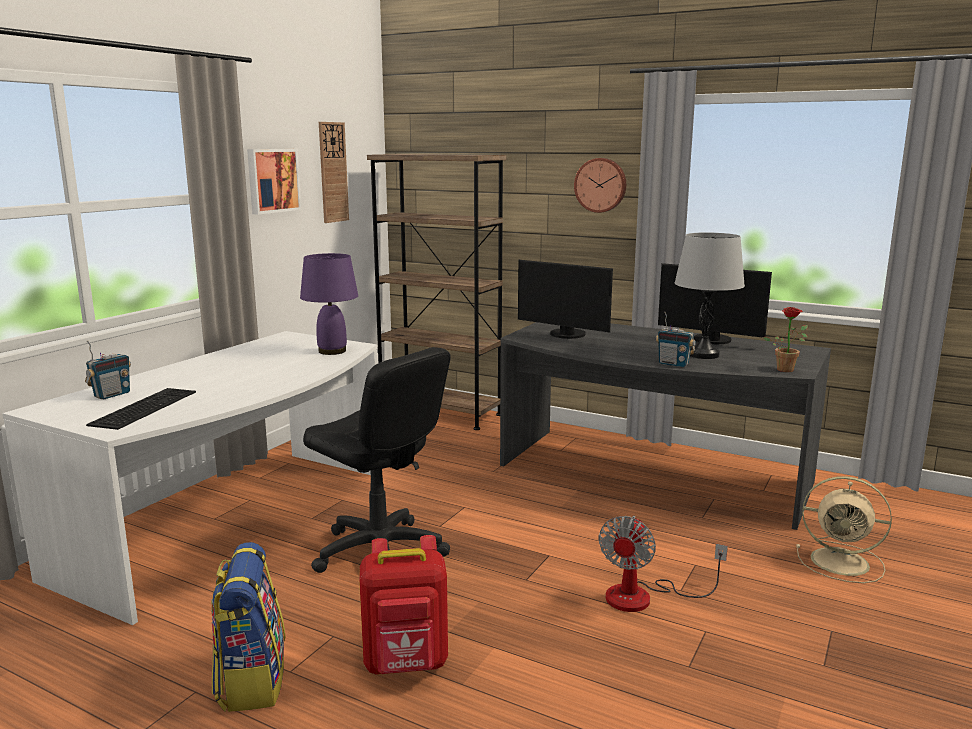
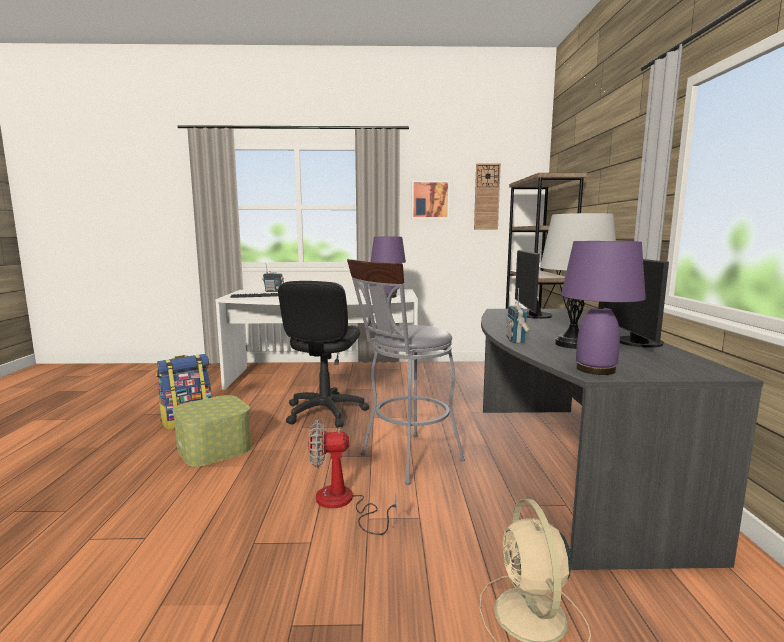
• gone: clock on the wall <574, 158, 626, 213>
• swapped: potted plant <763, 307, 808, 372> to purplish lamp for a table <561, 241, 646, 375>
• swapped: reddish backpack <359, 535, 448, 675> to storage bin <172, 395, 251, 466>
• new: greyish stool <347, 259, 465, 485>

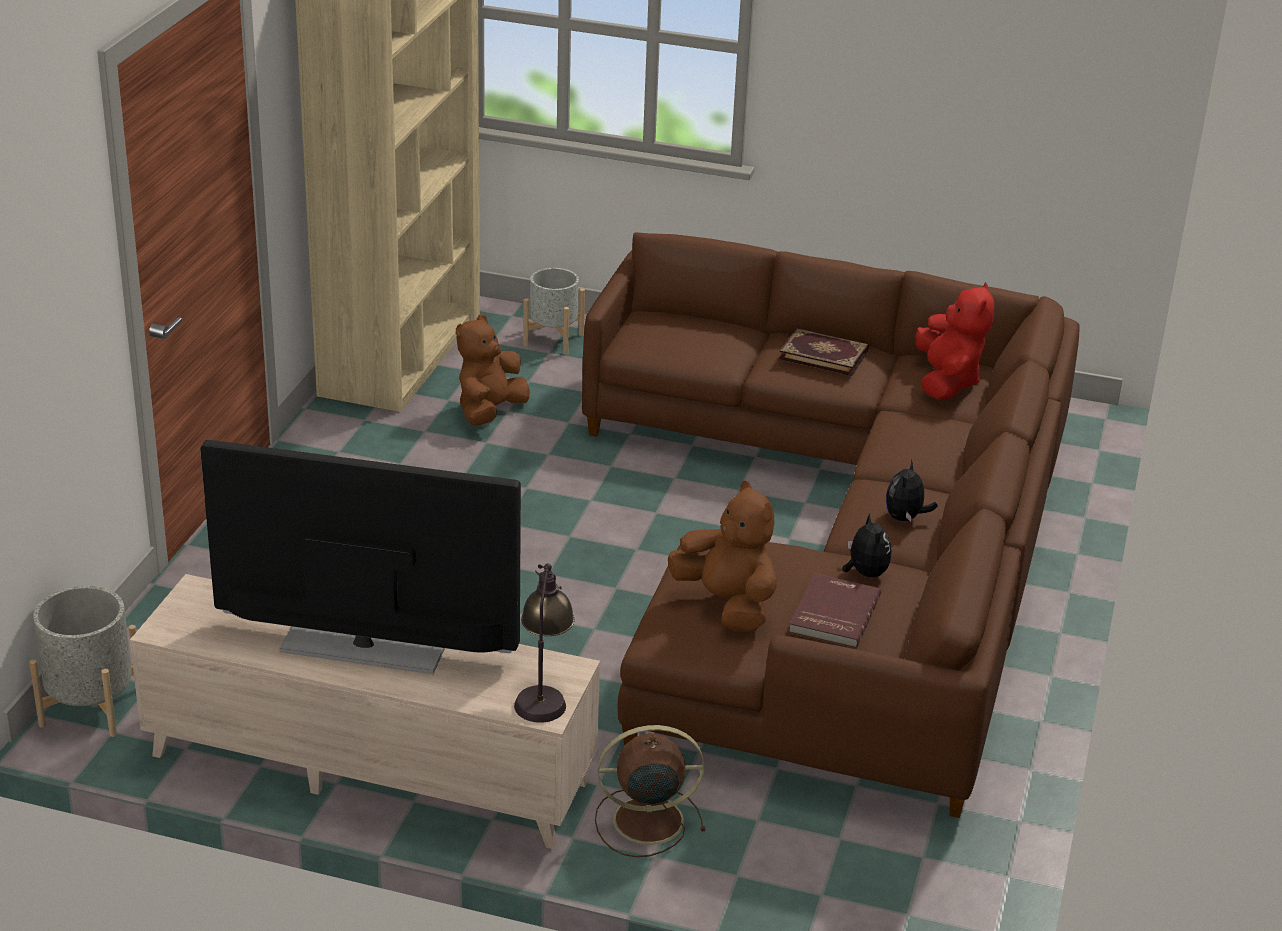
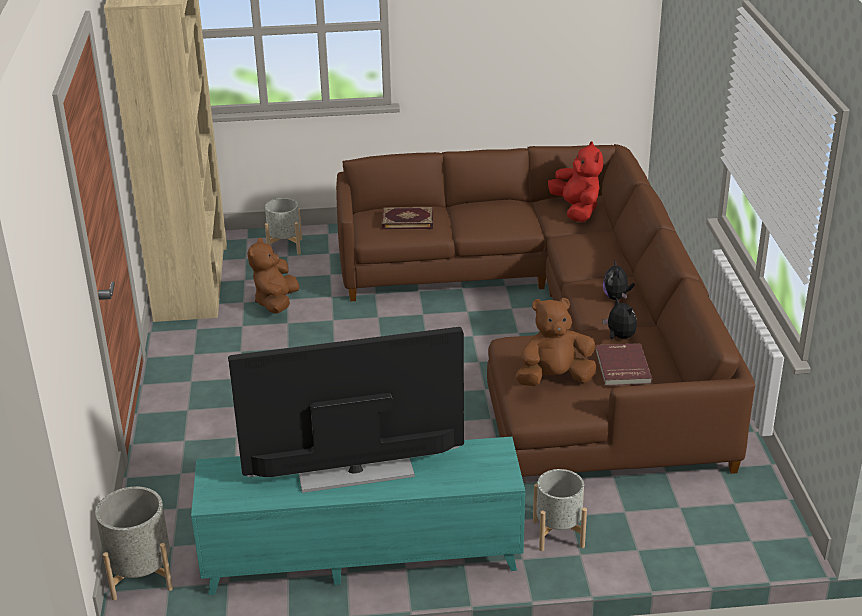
• shifted: book <779, 328, 869, 376> to <382, 207, 433, 230>
• rotated: brown-coloured soft toy <668, 481, 777, 631> = <515, 298, 597, 386> 45 degrees counterclockwise
• gone: lamp for a table <514, 563, 574, 723>
• repainted: beige-coloured media console <130, 574, 600, 849> to turquoise-coloured media console <191, 437, 525, 595>
• swapped: brown-coloured electric fan <595, 725, 705, 857> to greyish planter <533, 469, 587, 551>

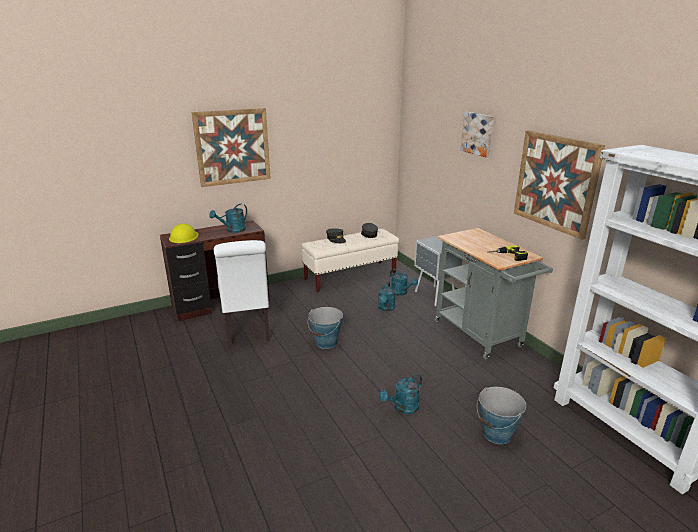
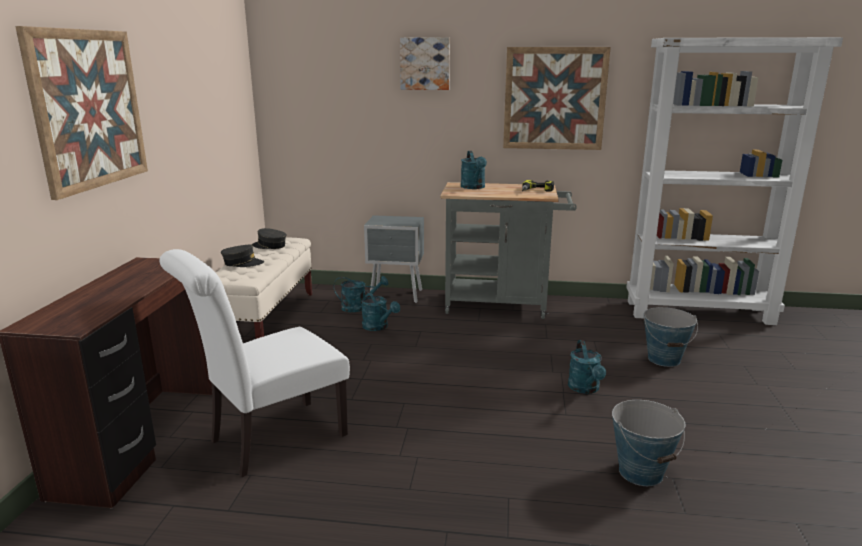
• shifted: turquoise-coloured watering pot <209, 204, 247, 233> to <461, 151, 487, 189>
• gone: yellow hard hat <169, 224, 198, 243>
• rotated: whitish plain chair <214, 240, 270, 346> = <160, 249, 350, 477> 120 degrees clockwise
• shifted: bucket <308, 307, 343, 349> to <612, 400, 686, 486>

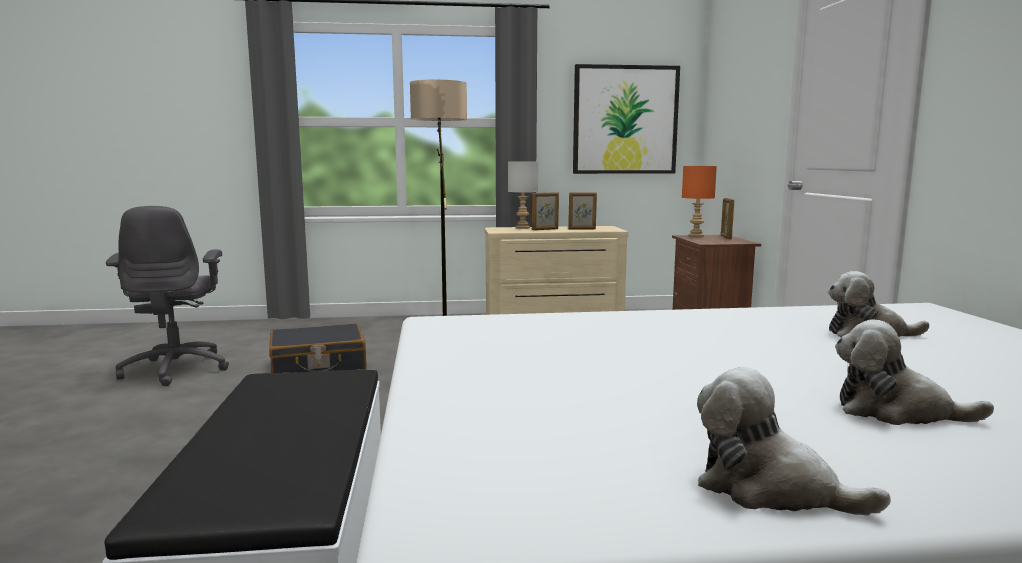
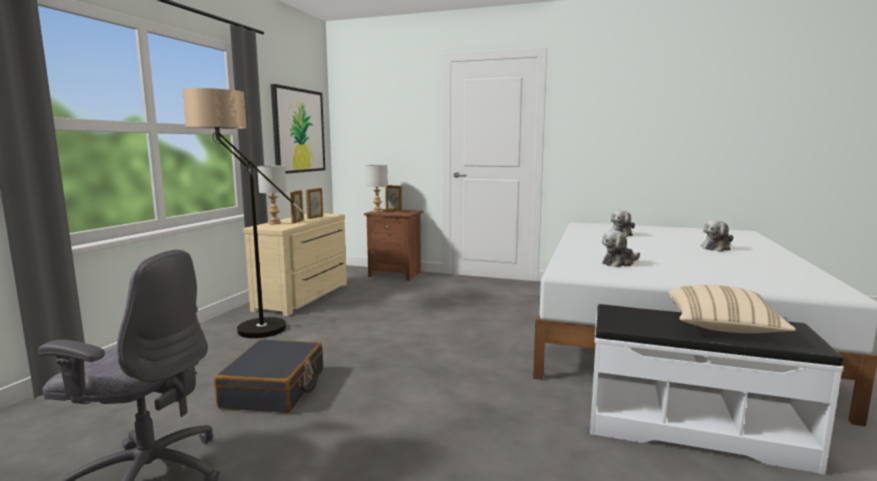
• repainted: orange-coloured lamp for a table <682, 166, 717, 237> to greyish lamp for a table <366, 165, 388, 213>
• shifted: soft toy <697, 367, 891, 515> to <602, 230, 640, 267>
• new: beige-coloured cushion <668, 285, 796, 333>

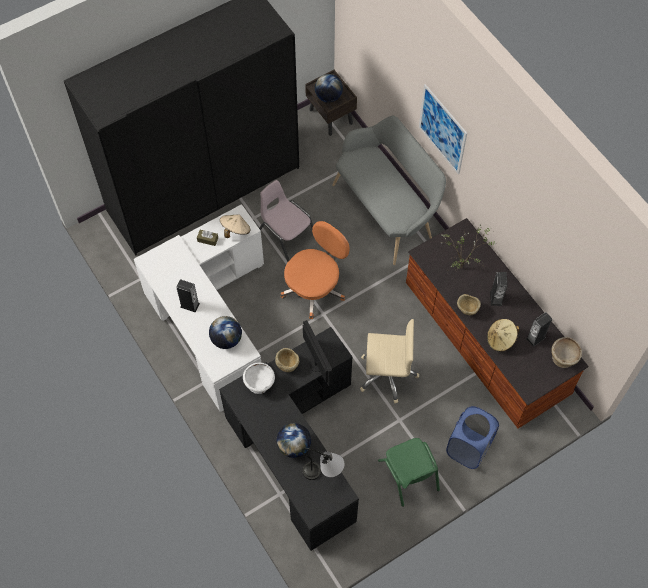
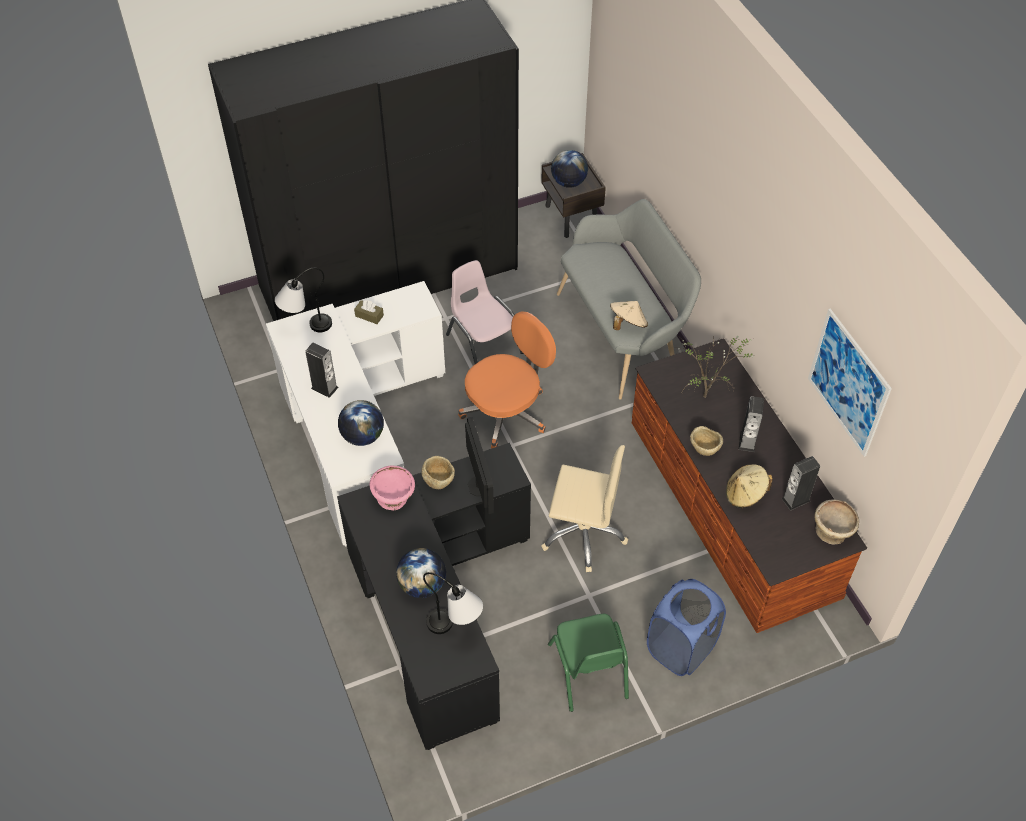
• shifted: picture <419, 84, 467, 174> to <808, 309, 892, 457>
• shifted: beige-coloured hat <220, 215, 250, 238> to <610, 301, 648, 330>
• repainted: whitish serving bowl <243, 362, 275, 394> to pinkish serving bowl <370, 465, 415, 511>
• new: lamp for a table <275, 268, 332, 332>

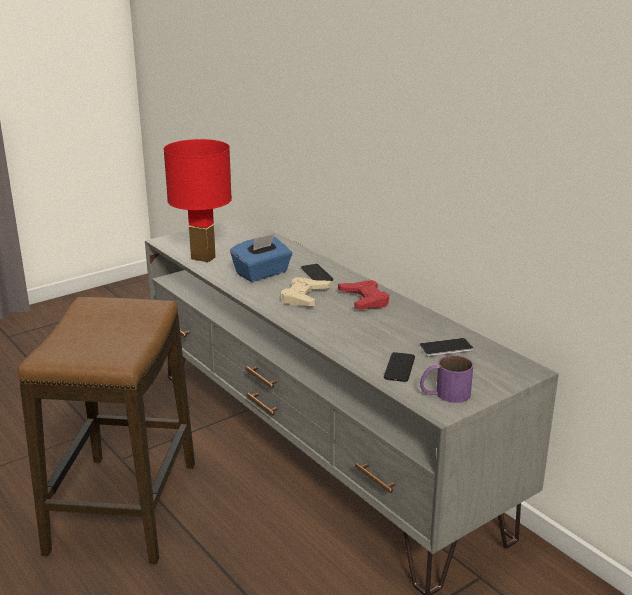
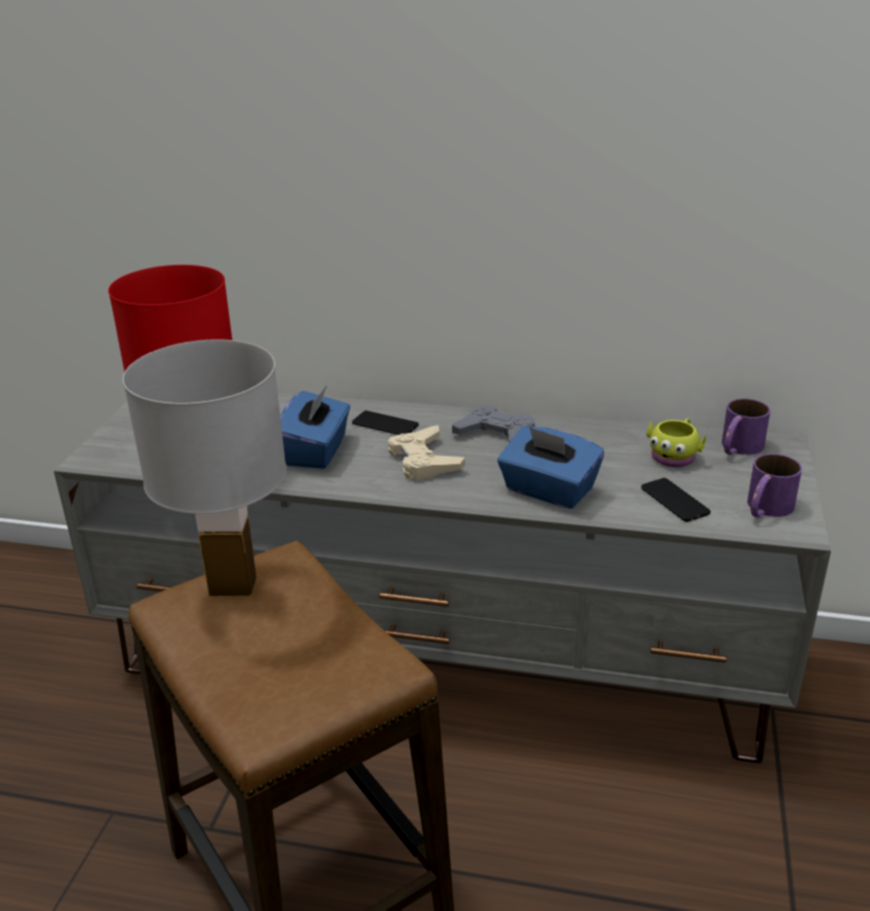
• repainted: reddish joypad <338, 280, 389, 309> to greyish joypad <452, 405, 535, 442>
• swapped: telephone <419, 338, 474, 357> to yellow mug <647, 418, 706, 467>
• new: whitish lamp for a table <123, 339, 287, 596>
• new: purplish mug <722, 399, 771, 455>
• new: blue-coloured tissue holder <497, 426, 604, 509>

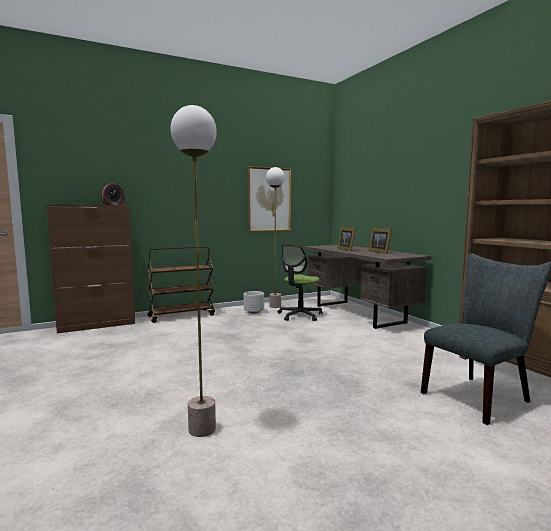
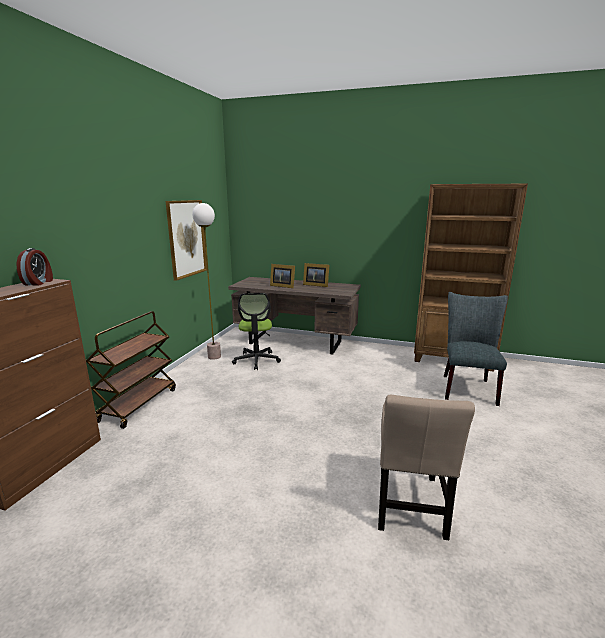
• swapped: standard lamp <171, 105, 217, 437> to beige-coloured plain chair <378, 394, 475, 540>
• gone: whitish planter <244, 291, 264, 314>

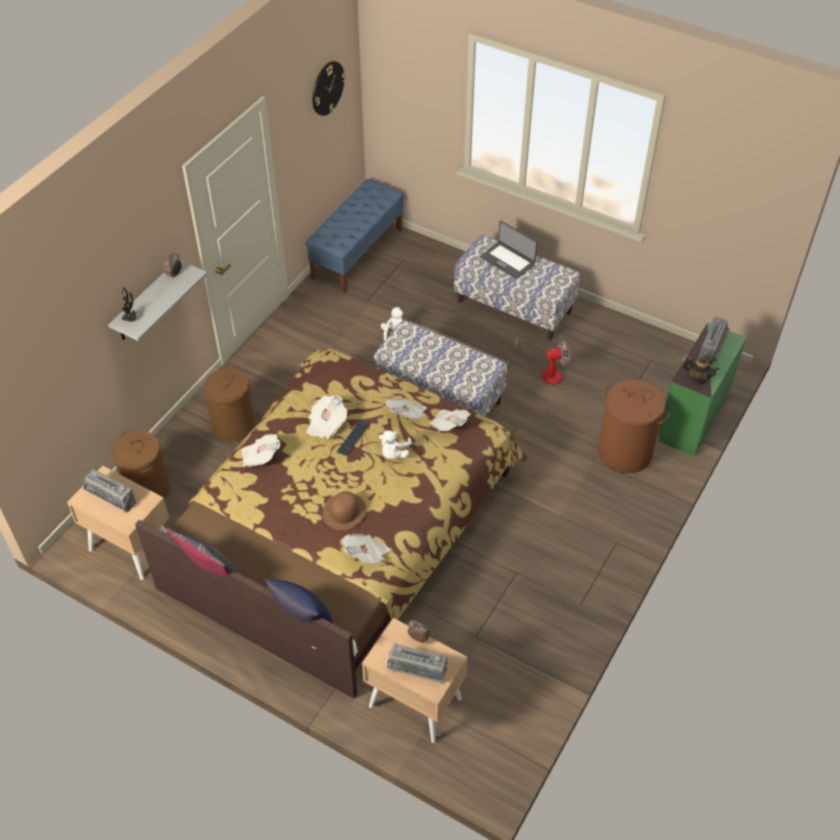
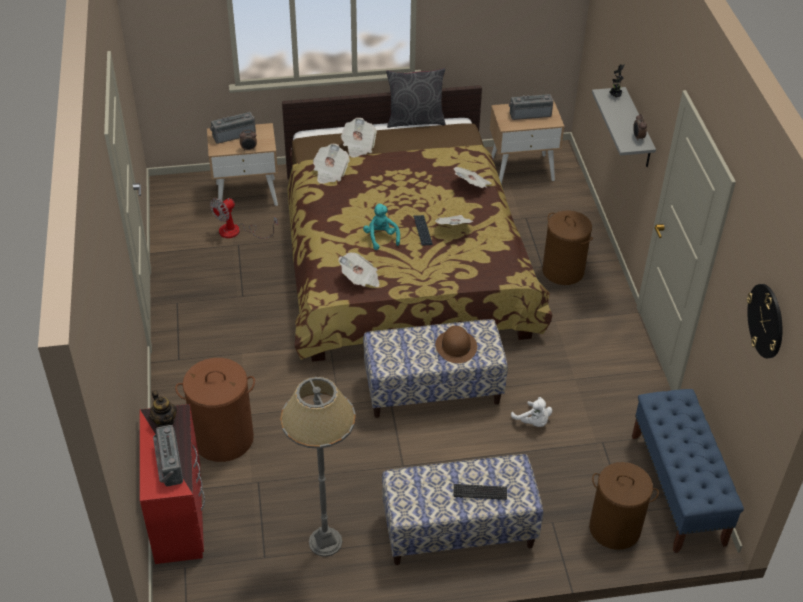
• swapped: notebook computer <480, 221, 538, 279> to computer keyboard <453, 484, 507, 500>
• repainted: green-coloured dresser <658, 323, 746, 457> to reddish dresser <140, 404, 205, 564>
• shifted: electric fan <516, 338, 570, 385> to <210, 198, 278, 239>
• rotated: tea pot <683, 356, 719, 385> = <149, 391, 177, 427> 105 degrees counterclockwise
• shifted: daily paper <386, 398, 427, 419> to <341, 118, 377, 158>
• repainted: whitish soft toy <379, 430, 412, 459> to turquoise-coloured soft toy <363, 203, 400, 250>
• shifted: brown-coloured hamper <112, 431, 170, 499> to <589, 462, 659, 550>
• shifted: brown-coloured hat <323, 491, 366, 530> to <435, 326, 477, 363>
• gone: blue-coloured cushion <265, 579, 333, 623>
• new: greyish standard lamp <280, 377, 356, 557>

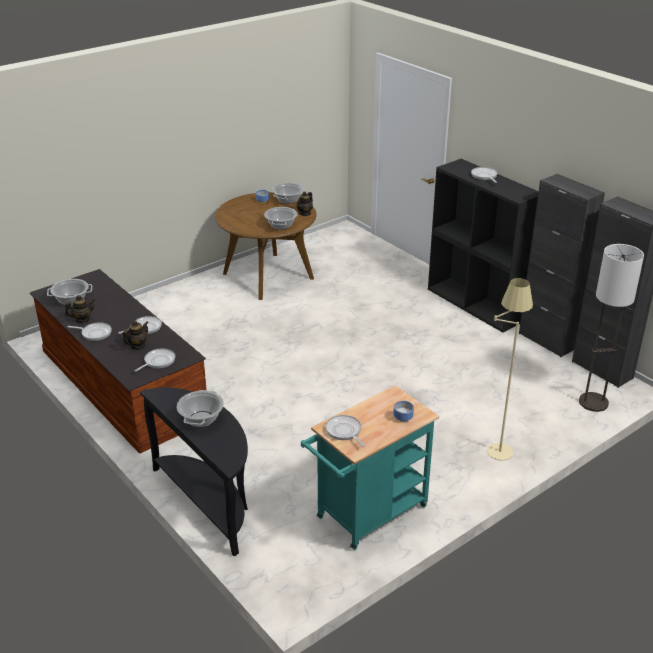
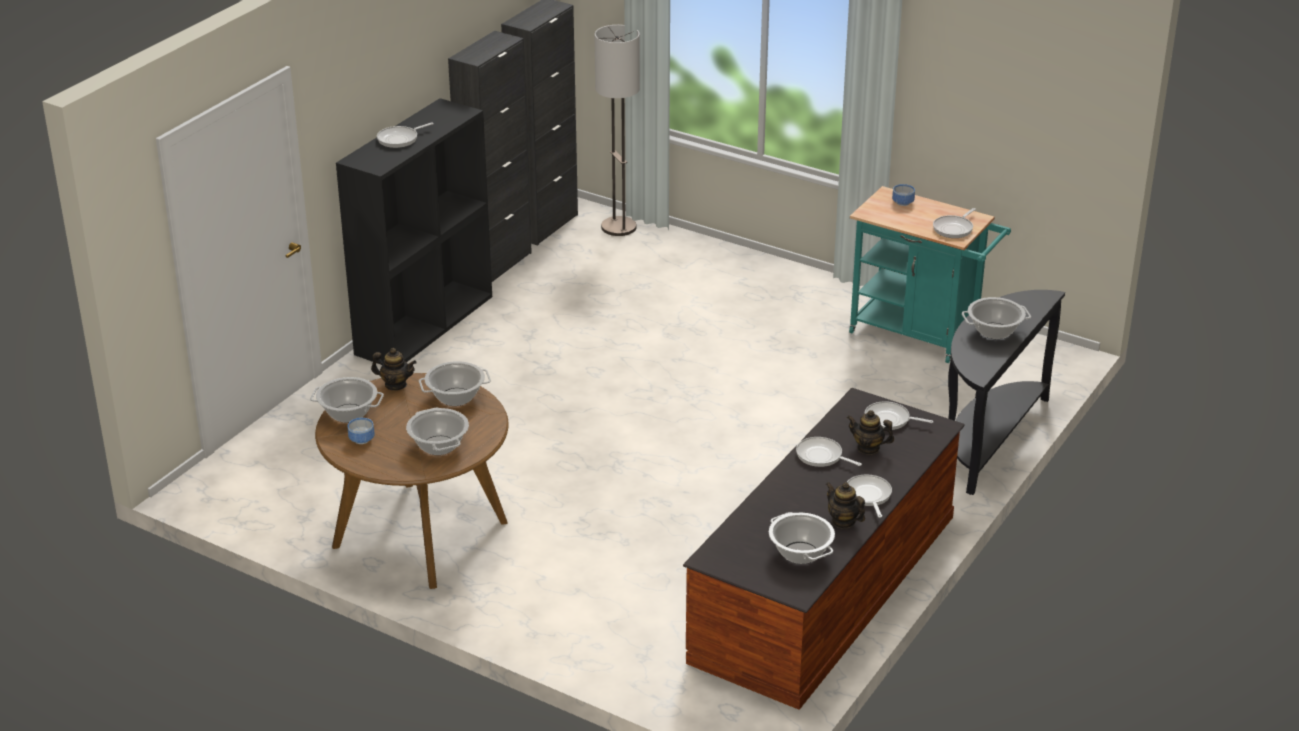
• gone: beige-coloured standard lamp <487, 278, 533, 461>
• new: saucepot <406, 408, 469, 455>

